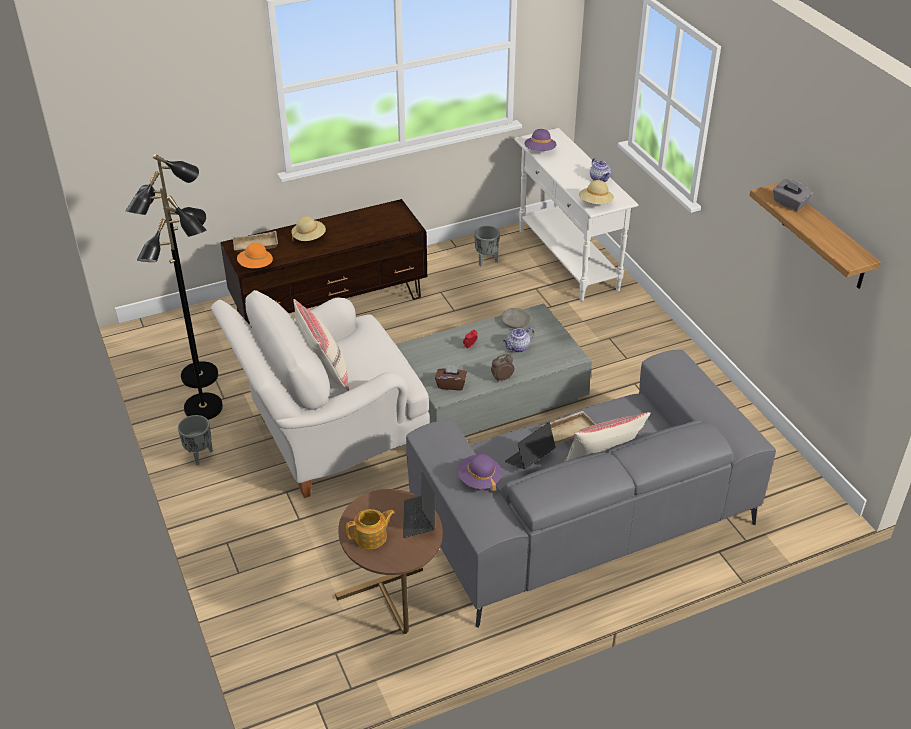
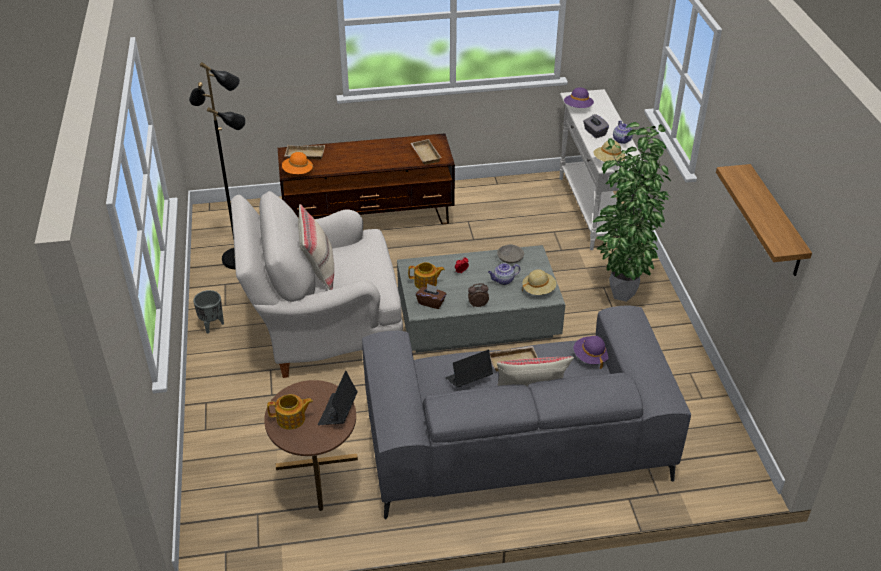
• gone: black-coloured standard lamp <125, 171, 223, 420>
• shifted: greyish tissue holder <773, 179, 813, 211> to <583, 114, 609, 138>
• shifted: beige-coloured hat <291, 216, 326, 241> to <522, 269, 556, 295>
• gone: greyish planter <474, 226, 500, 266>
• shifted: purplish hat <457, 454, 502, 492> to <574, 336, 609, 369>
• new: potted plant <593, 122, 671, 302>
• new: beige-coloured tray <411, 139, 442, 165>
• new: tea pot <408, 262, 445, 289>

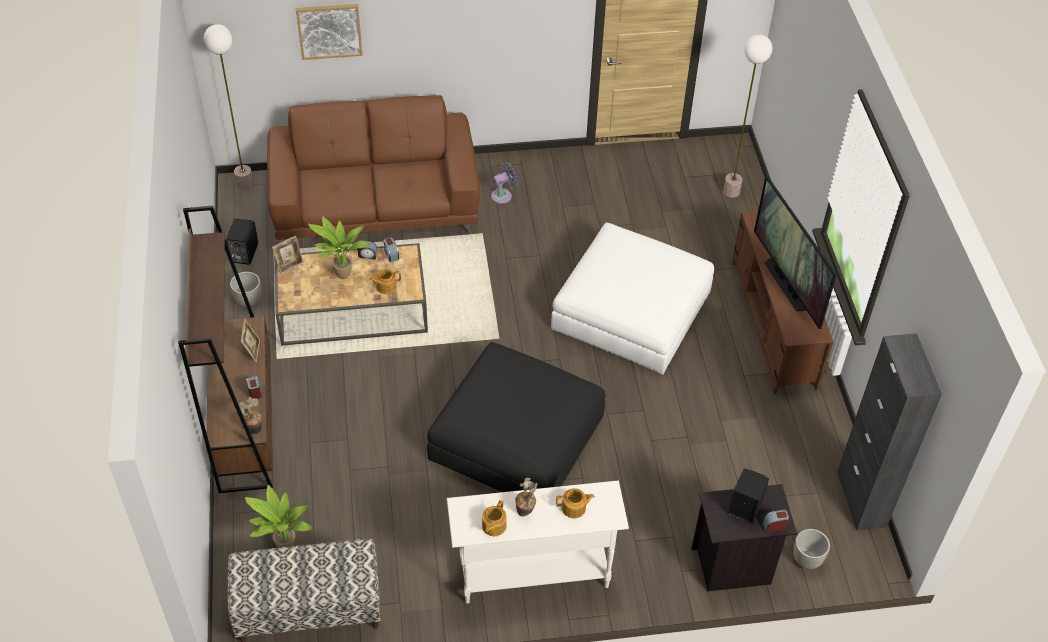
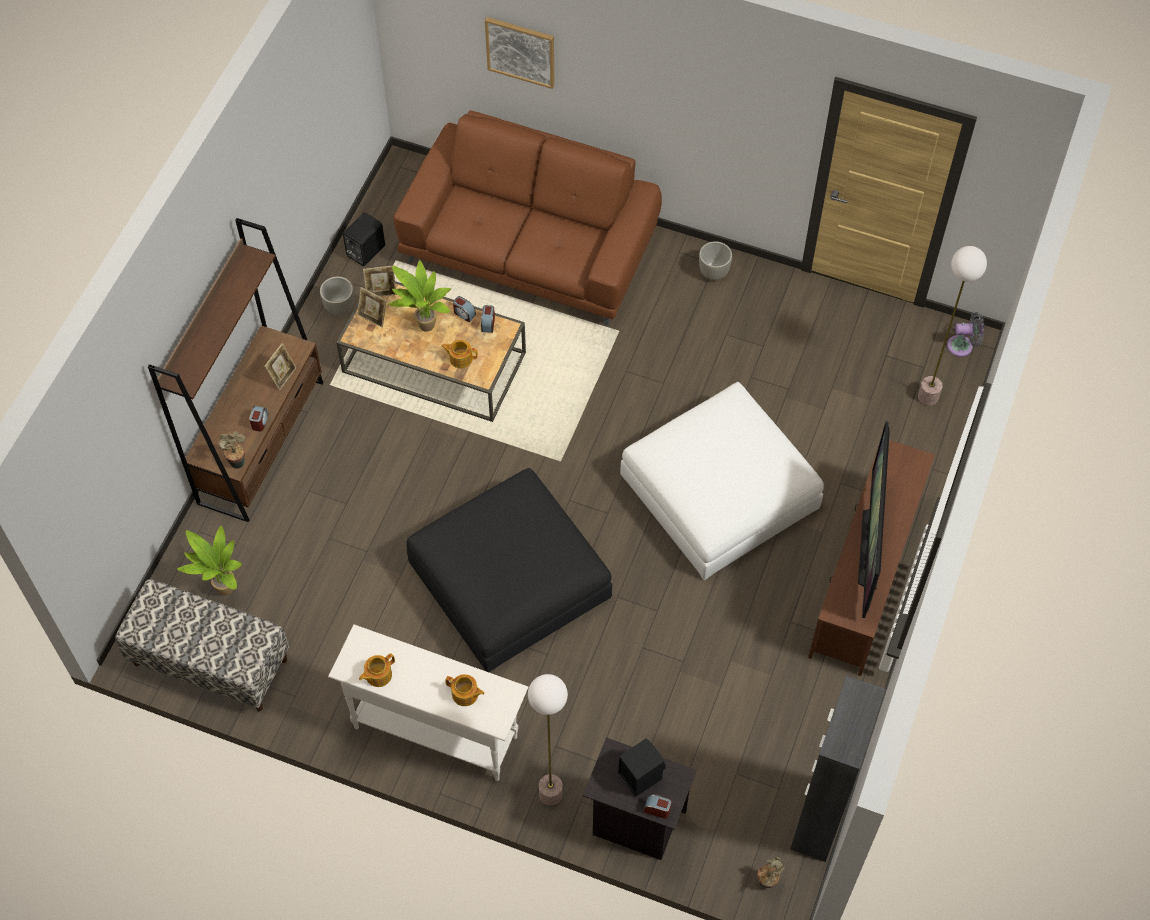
• shifted: standard lamp <204, 24, 253, 190> to <528, 674, 568, 806>
• shifted: greyish electric fan <491, 162, 519, 204> to <947, 312, 984, 357>
• shifted: potted plant <515, 478, 537, 517> to <758, 857, 785, 888>
• shifted: greyish planter <793, 529, 830, 569> to <699, 241, 732, 280>
• new: photo frame <357, 287, 386, 328>

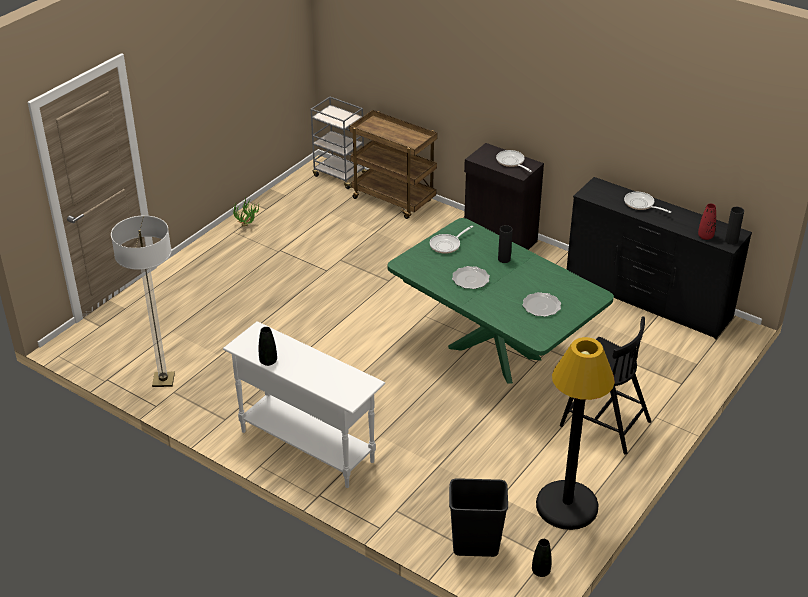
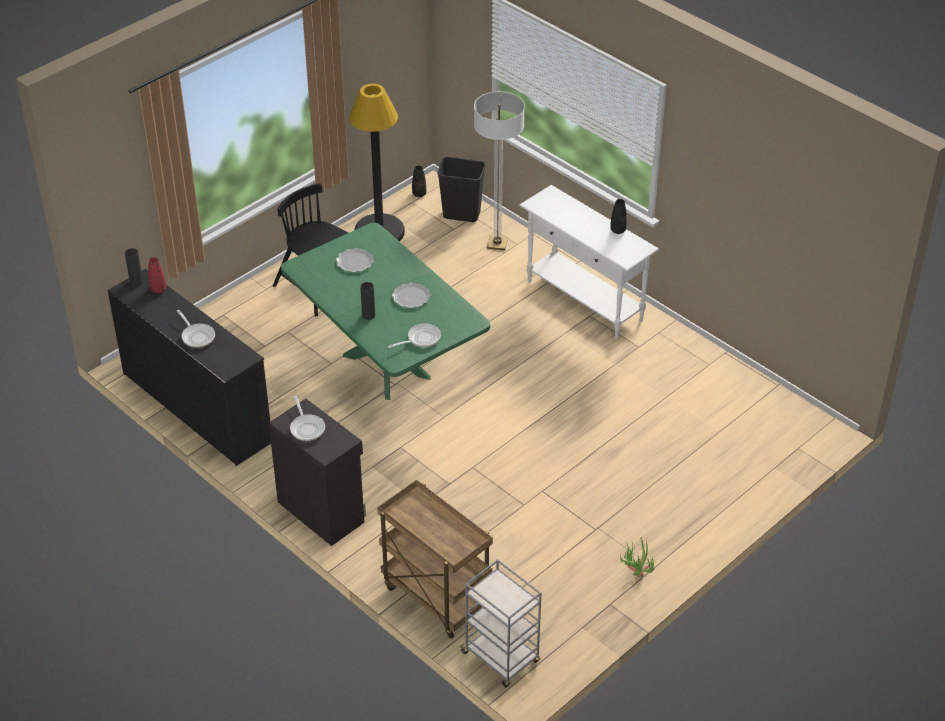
• shifted: standard lamp <111, 215, 175, 387> to <474, 91, 525, 250>

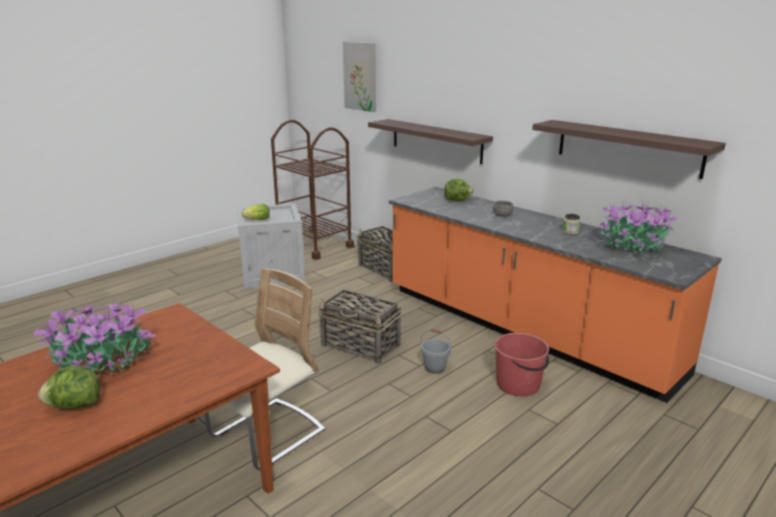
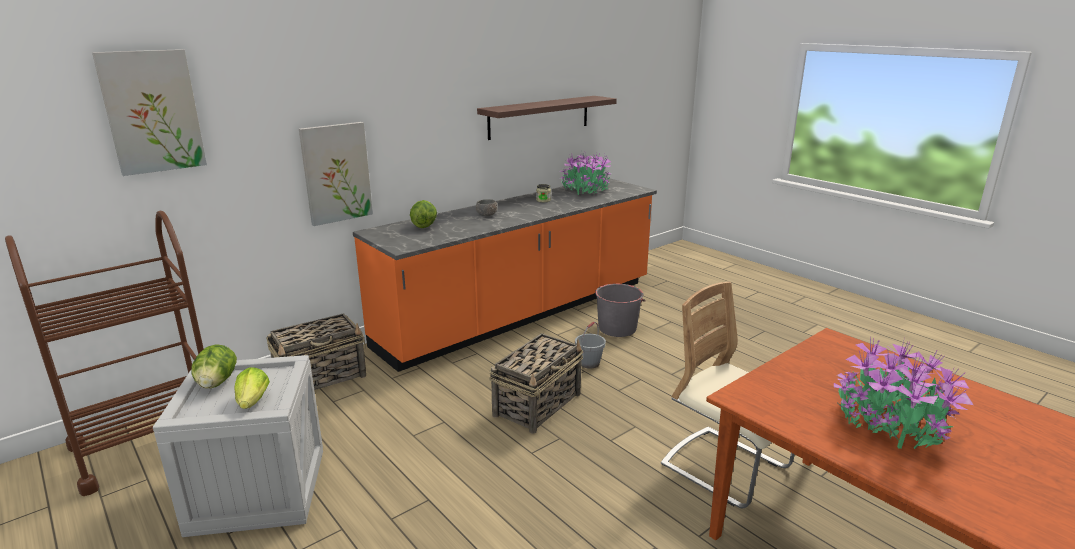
• swapped: wall shelf <368, 119, 493, 164> to picture <299, 122, 373, 226>
• repainted: reddish bucket <494, 333, 549, 396> to greyish bucket <595, 283, 645, 337>
• shifted: lettuce <38, 366, 100, 409> to <191, 345, 237, 389>

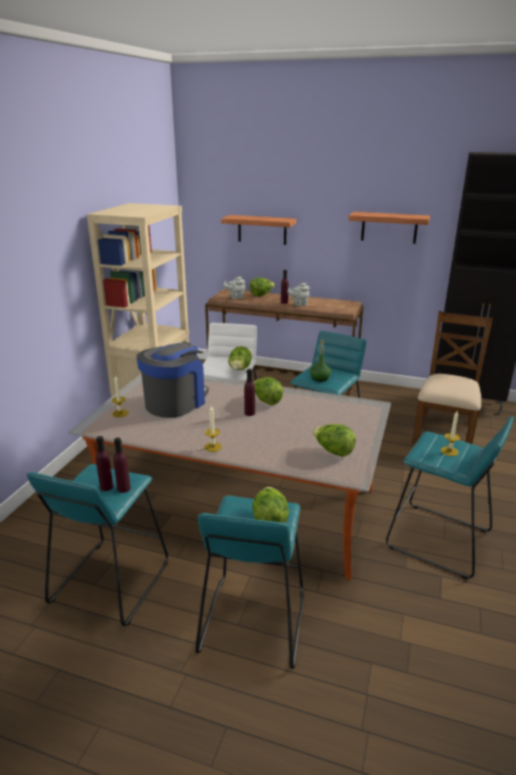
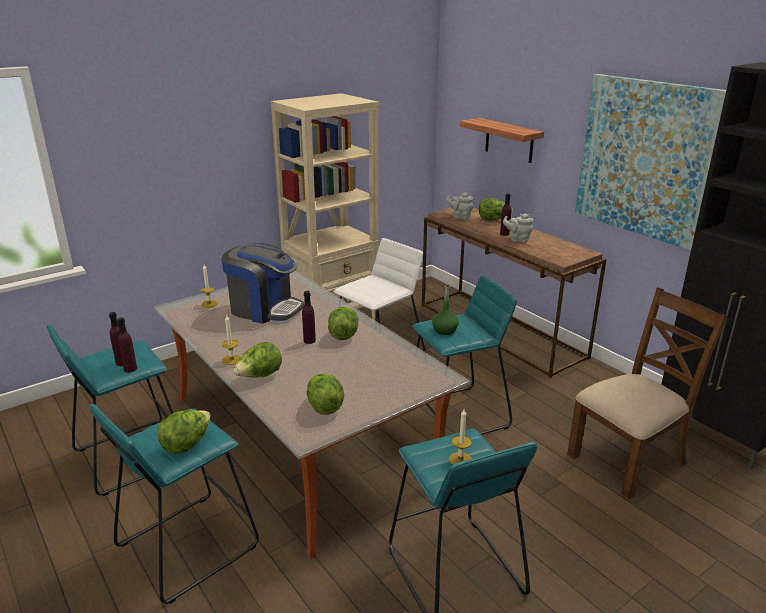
• swapped: wall shelf <349, 212, 430, 244> to picture <575, 74, 726, 250>
• rotated: coffee maker <136, 342, 209, 418> = <222, 243, 304, 324> 45 degrees clockwise
• shifted: lettuce <228, 346, 252, 370> to <233, 342, 282, 377>

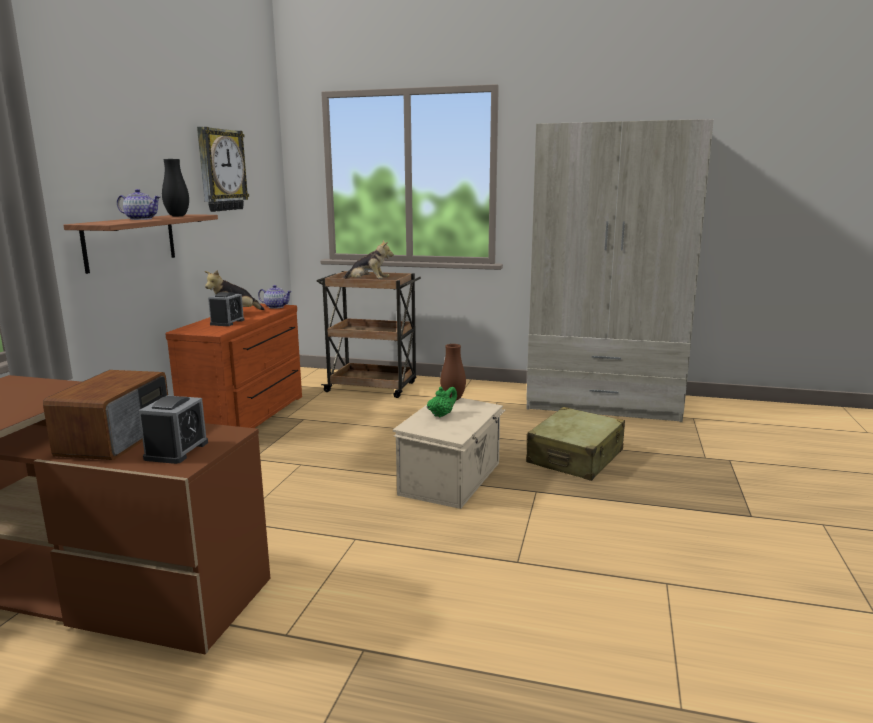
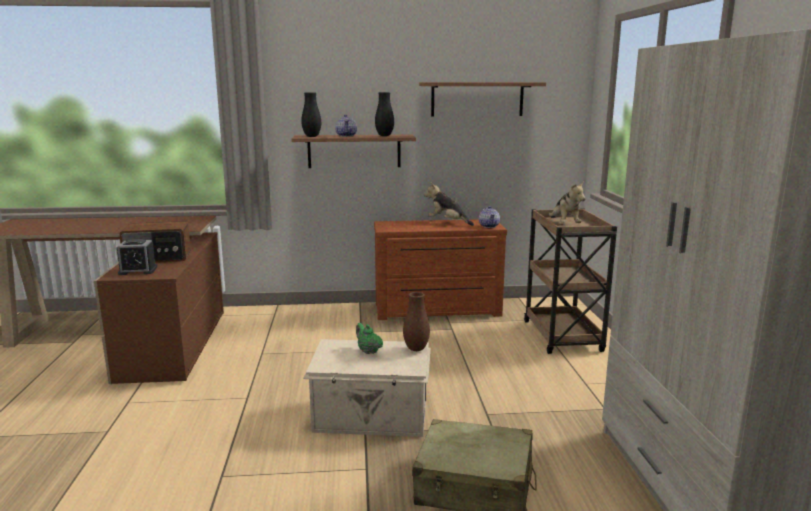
• swapped: clock on the wall <197, 127, 249, 212> to wall shelf <419, 82, 546, 116>
• gone: bedside clock <208, 292, 244, 326>
• rotated: green-coloured tea pot <427, 387, 457, 417> = <356, 323, 383, 354> 150 degrees counterclockwise
• new: black-coloured flower vase <301, 92, 321, 137>

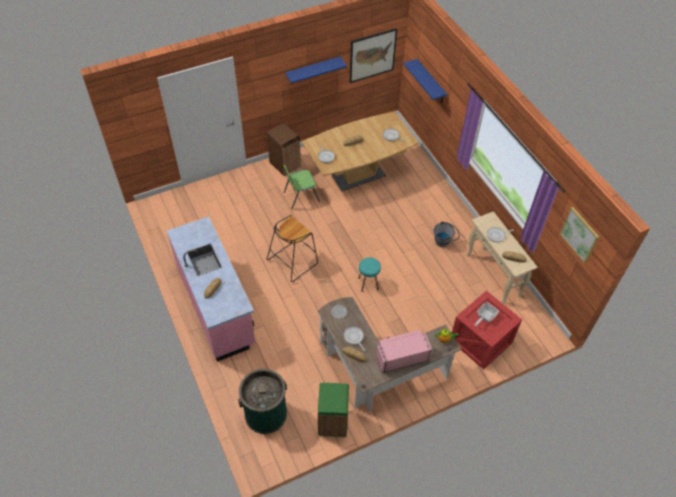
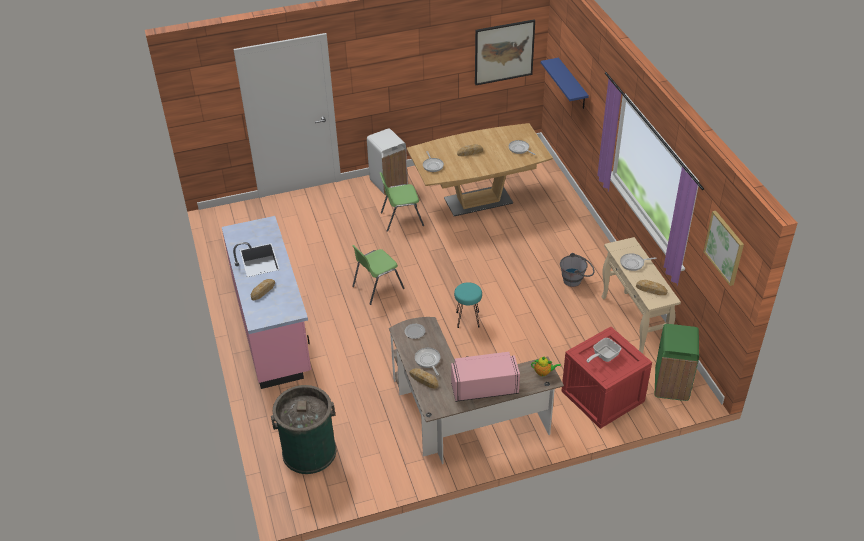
• gone: blue-coloured wall shelf <285, 57, 347, 84>
• repainted: brown-coloured waste bin <267, 123, 301, 176> to whitish waste bin <367, 128, 408, 195>
• swapped: black-coloured stool <267, 215, 318, 282> to green-coloured plain chair <352, 245, 405, 305>
• shifted: green-coloured waste bin <318, 383, 349, 437> to <655, 324, 699, 401>

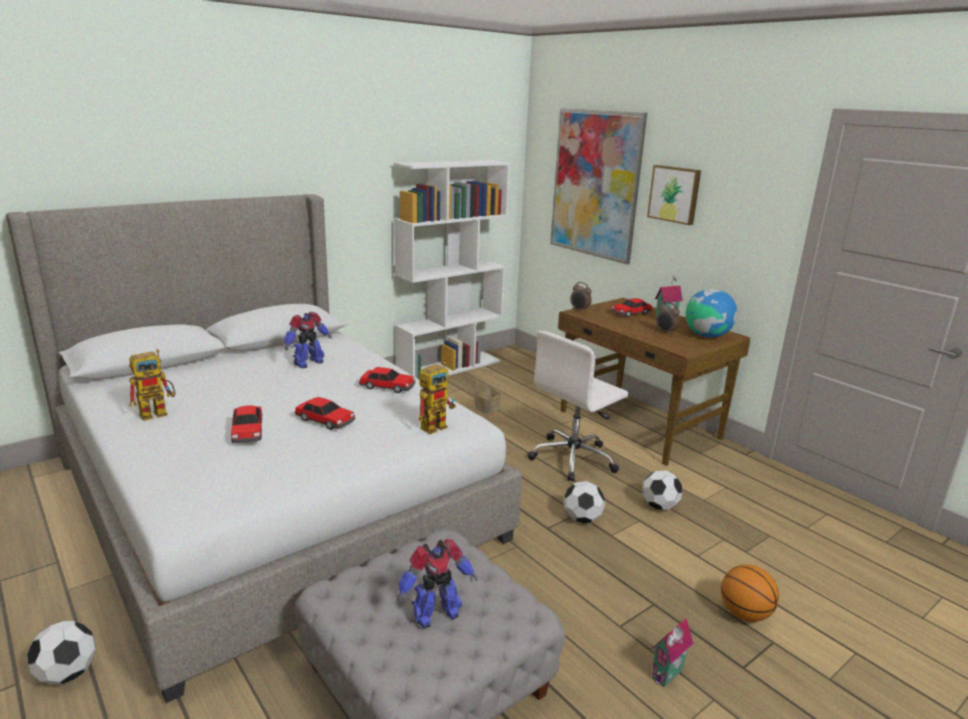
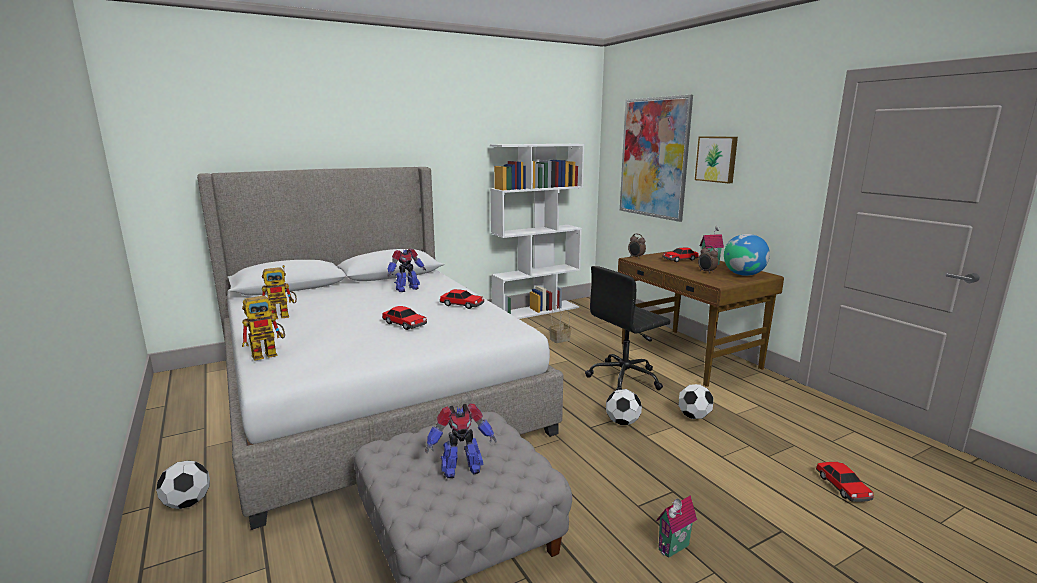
• repainted: whitish computer chair <527, 331, 628, 482> to black-coloured computer chair <585, 266, 670, 390>
• shifted: model robot <419, 362, 456, 434> to <242, 293, 285, 361>
• shifted: toy car <231, 406, 262, 443> to <816, 462, 874, 502>
• gone: basketball <721, 564, 779, 622>

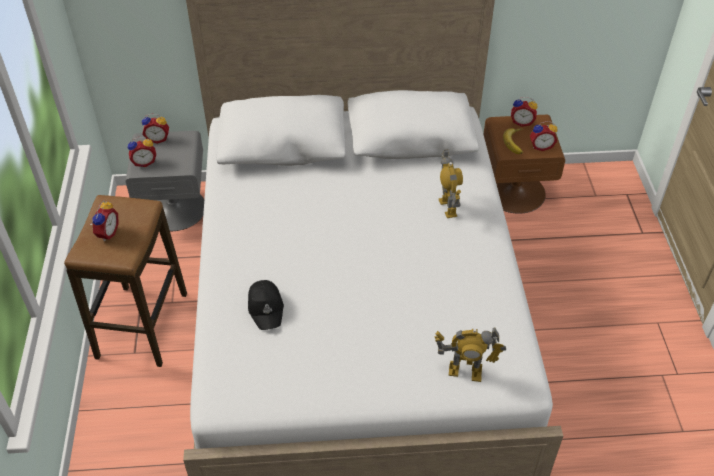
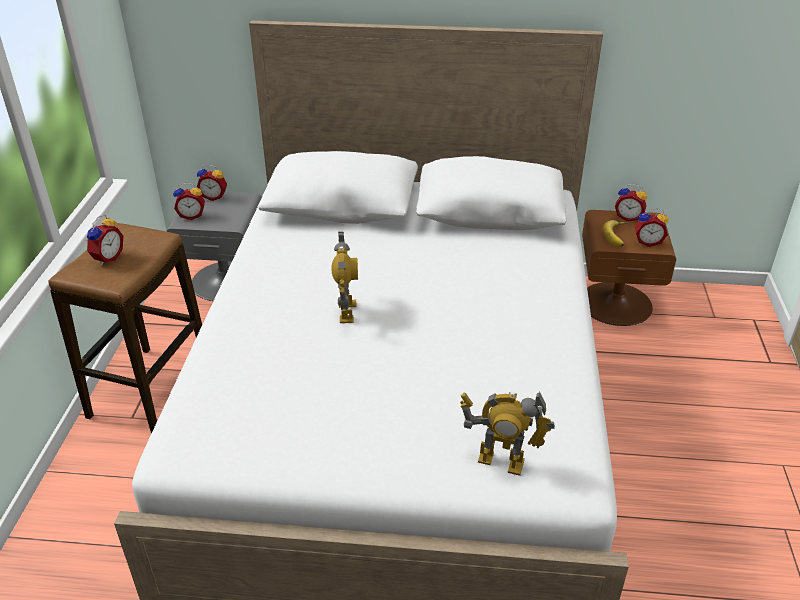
• shifted: model robot <438, 149, 463, 218> to <331, 232, 358, 323>
• gone: black-coloured peaked cap <248, 280, 284, 330>

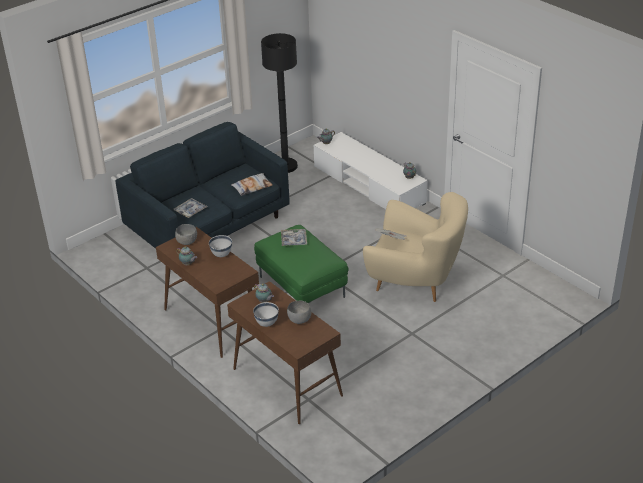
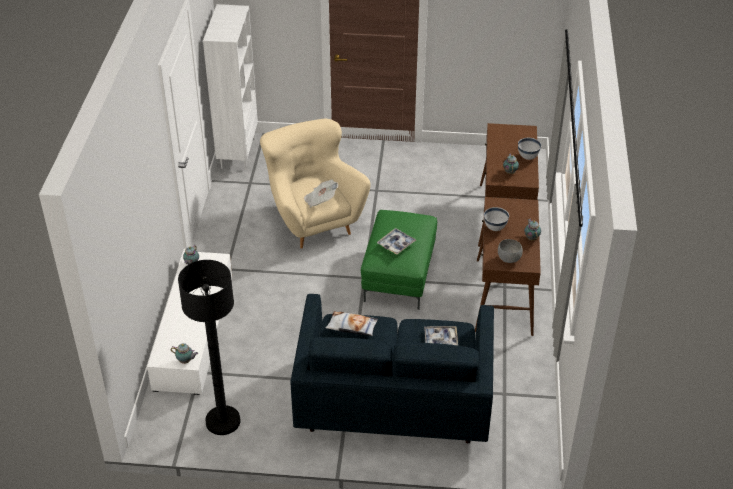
• gone: greyish serving bowl <287, 301, 312, 324>
• new: whitish bookshelf <203, 4, 258, 170>

